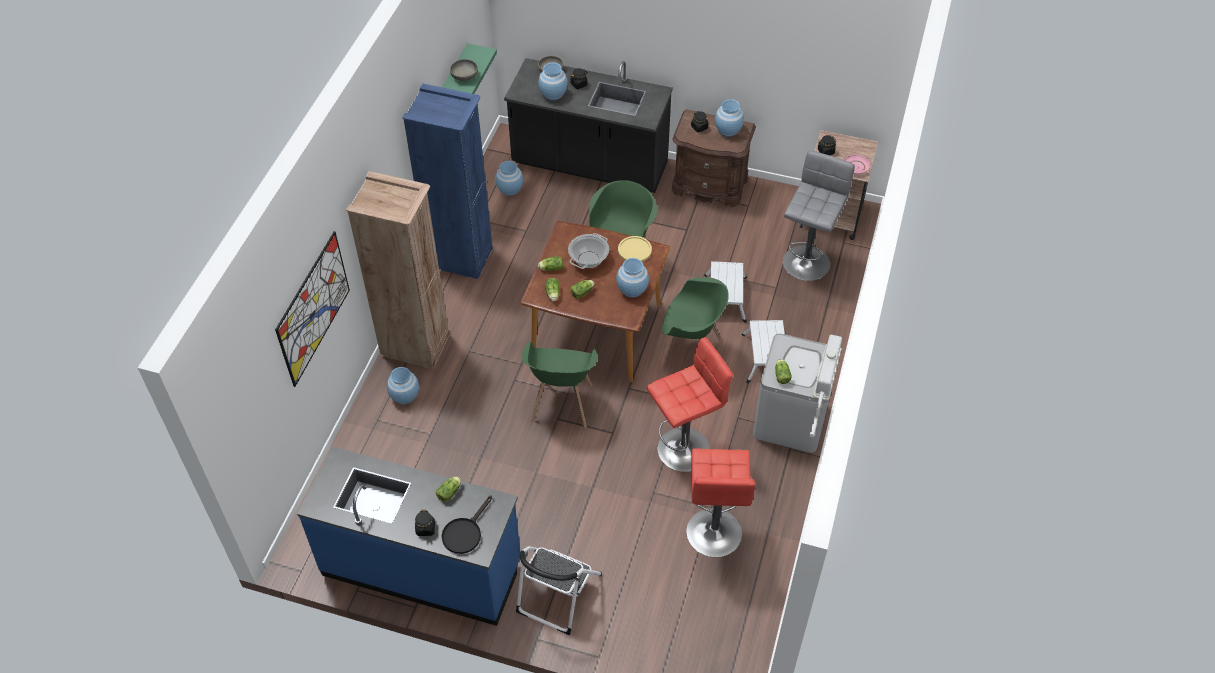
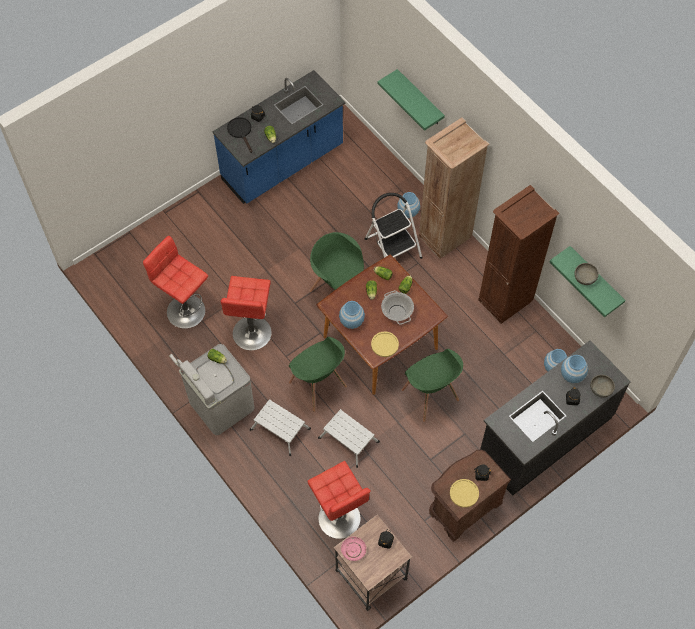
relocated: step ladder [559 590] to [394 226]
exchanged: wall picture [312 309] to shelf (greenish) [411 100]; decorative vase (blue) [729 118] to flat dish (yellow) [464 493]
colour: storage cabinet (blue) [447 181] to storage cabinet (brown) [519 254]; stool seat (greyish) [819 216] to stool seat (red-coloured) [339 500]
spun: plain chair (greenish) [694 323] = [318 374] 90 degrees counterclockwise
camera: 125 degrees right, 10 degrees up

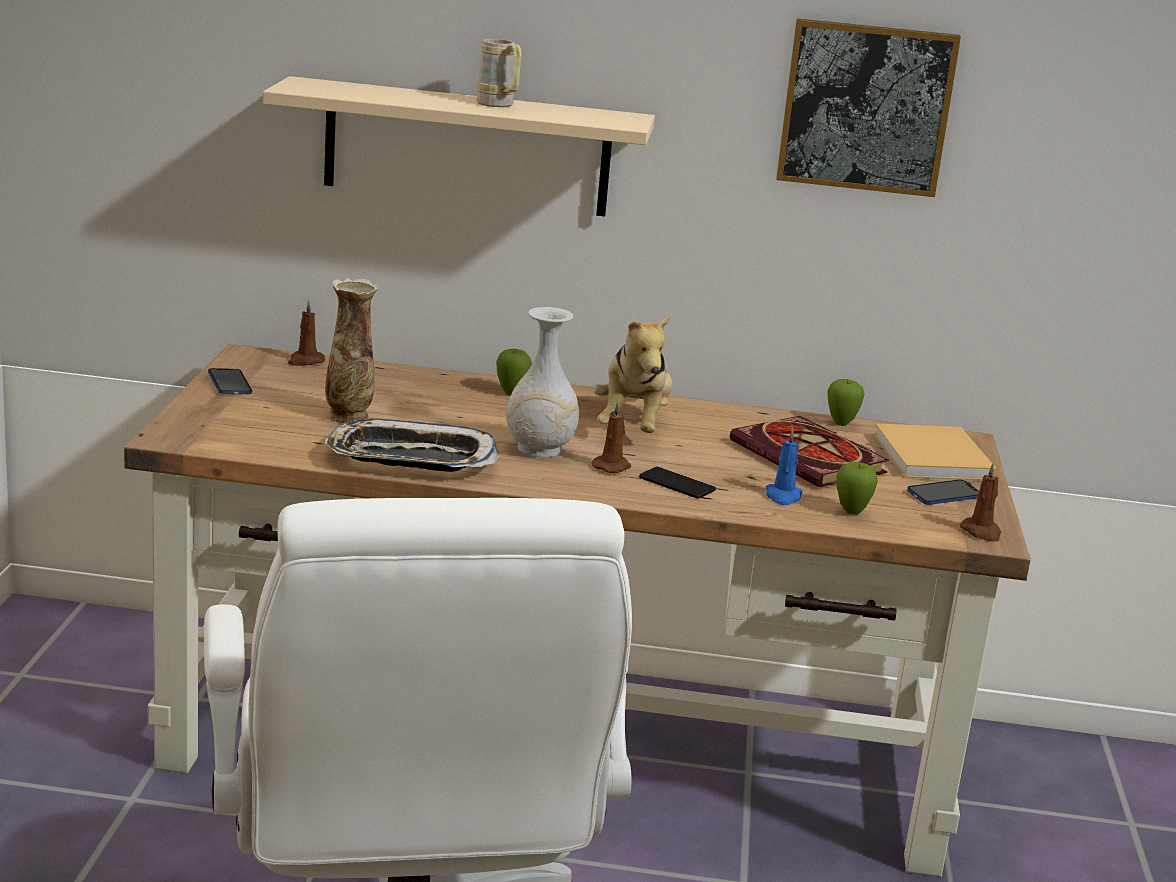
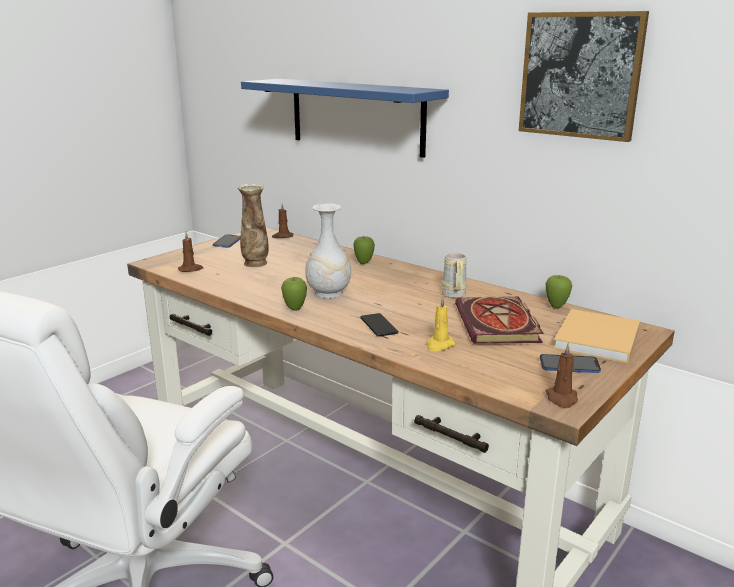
missing: carrying tray [412 445]; soft toy [633 373]
relocated: coffee mug (beige) [499 73] to [454 275]; candle (brown) [611 436] to [191 251]; whole apple [857 488] to [294 294]
colour: shelf (beige) [459 146] to shelf (blue) [345 118]; candle (blue) [784 466] to candle (yellow) [441 323]
camera: 35 degrees right, 0 degrees up

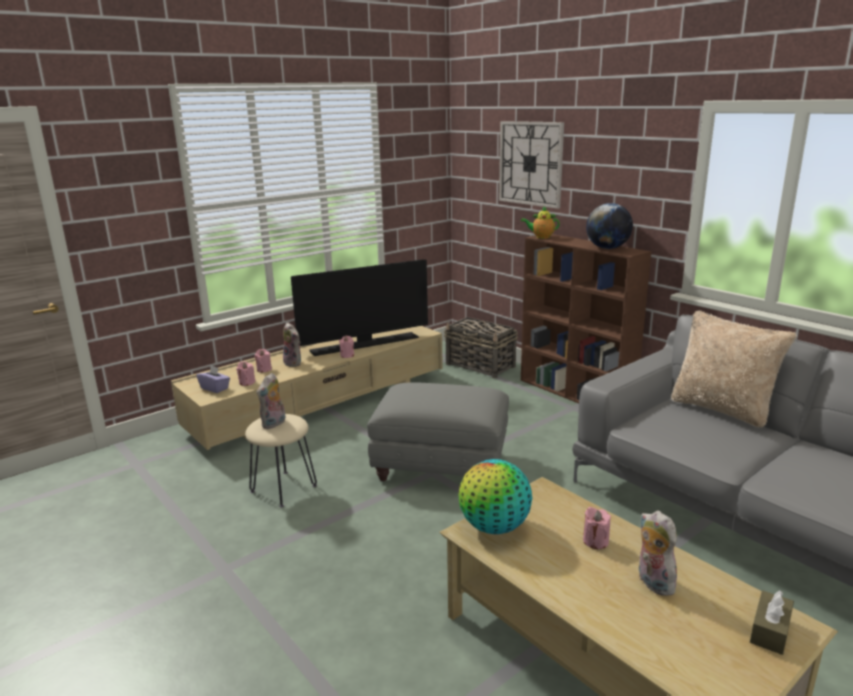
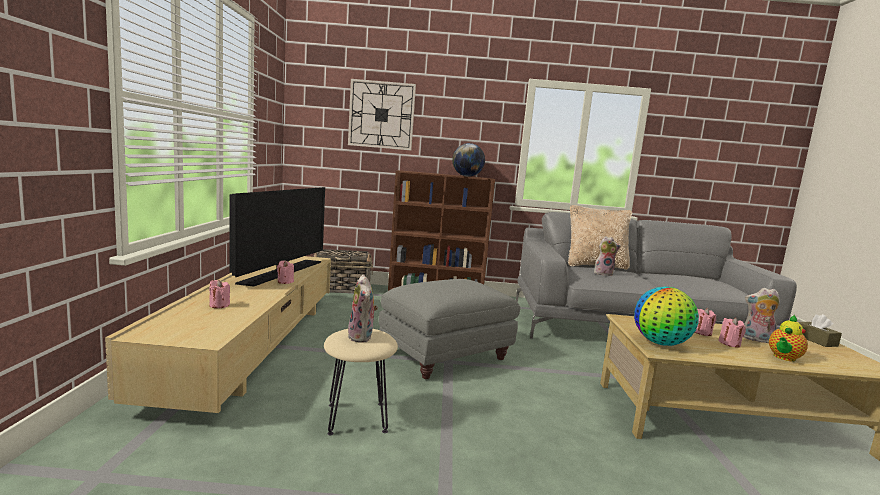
missing: box of tissues (purplish) [213 379]
relocated: candle (pinkish) [246 373] to [732 333]; soft toy [292 344] to [607 256]; teapot [540 222] to [788 338]
camera: 50 degrees left, 10 degrees down

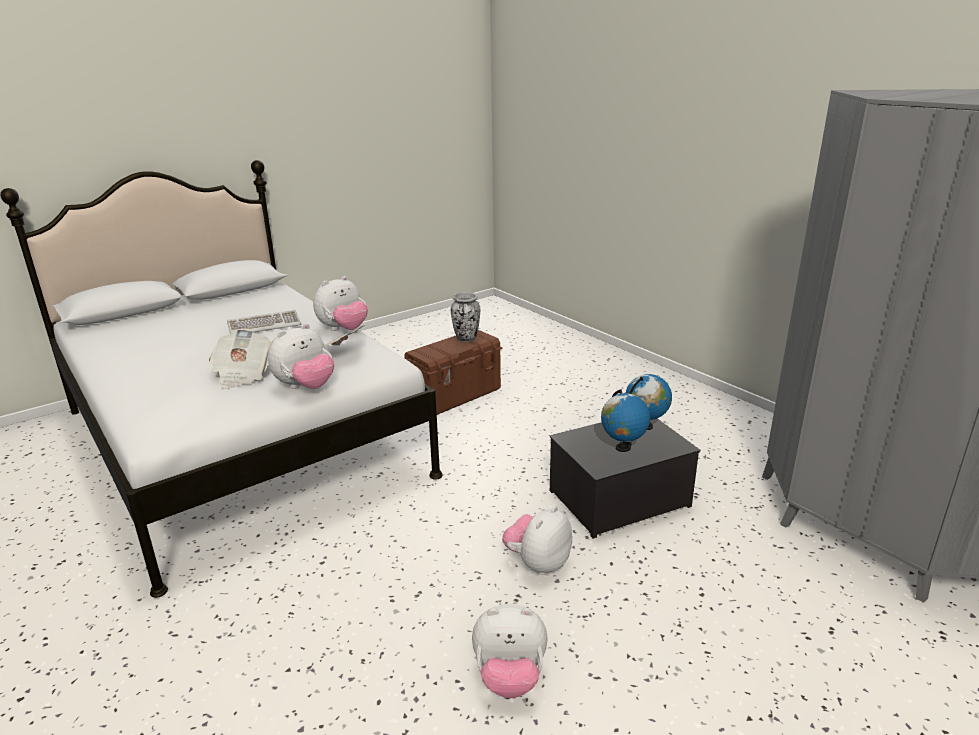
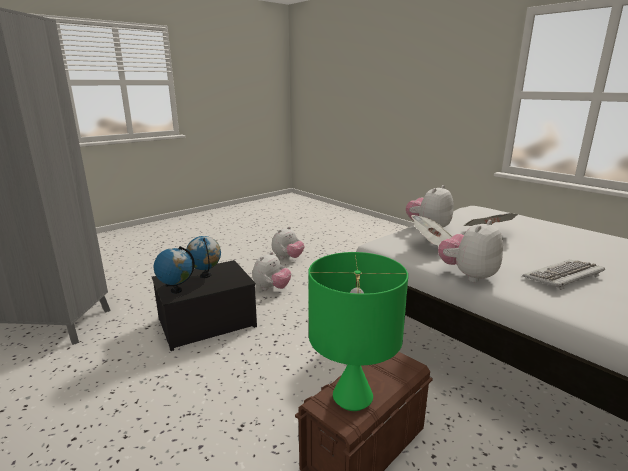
exchanged: decorative vase [465 317] to table lamp (greenish) [358 331]
spun: soft toy [510 651] = [288 243] 135 degrees clockwise
camera: 175 degrees right, 5 degrees down

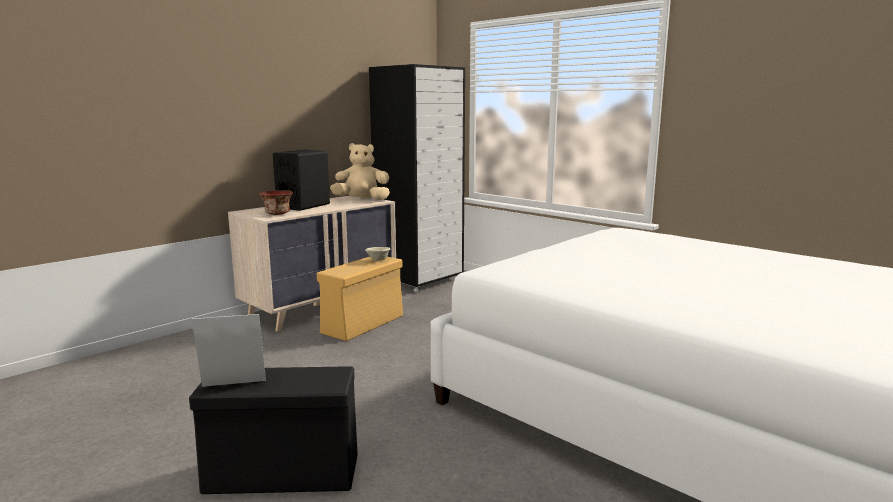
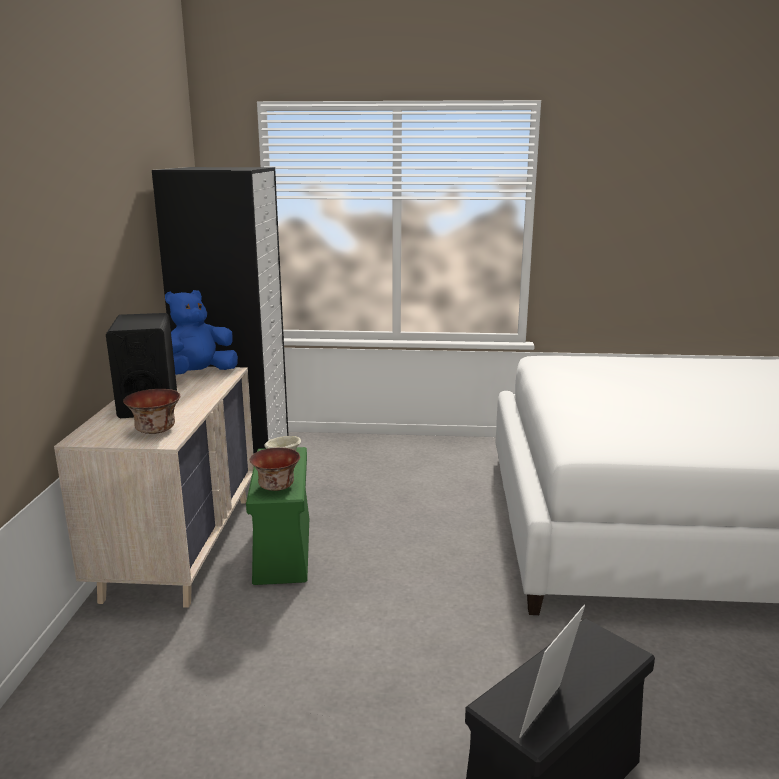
appeared: deep dish [275 469]
colour: storage container (beige) [360 299] to storage container (greenish) [277 516]; soft toy (beige) [360 171] to soft toy (blue) [201 332]
camera: 40 degrees left, 5 degrees up

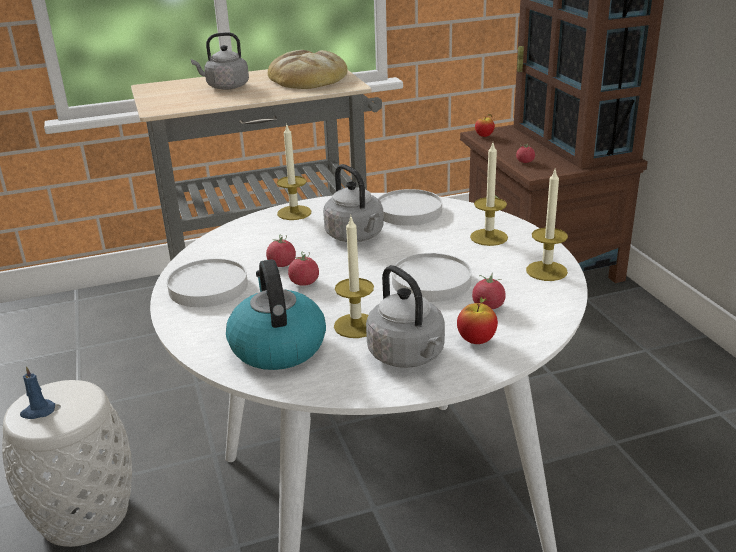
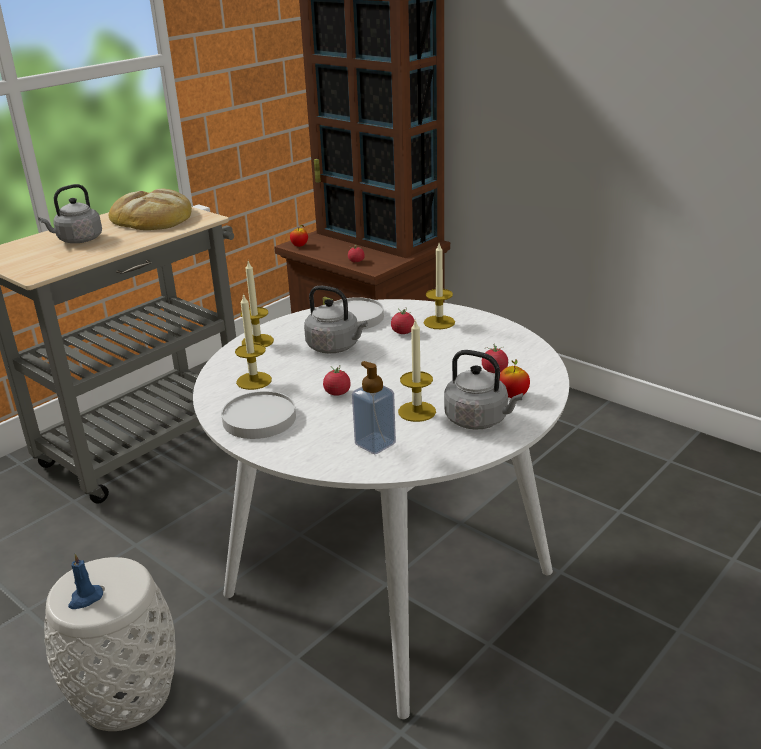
missing: flat dish (white-coloured) [432 277]
relocated: fresh tomato [281 250] to [403 321]; candle [547 225] to [253 341]
exchanged: tea kettle [276 315] to soap bottle [374 407]
camera: 30 degrees left, 0 degrees up

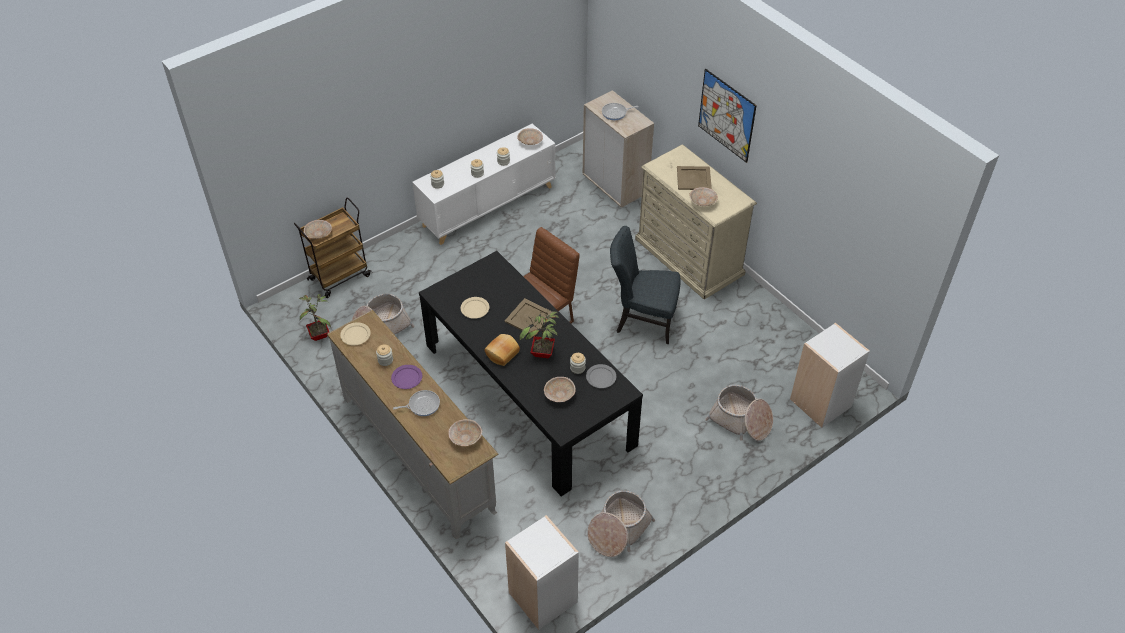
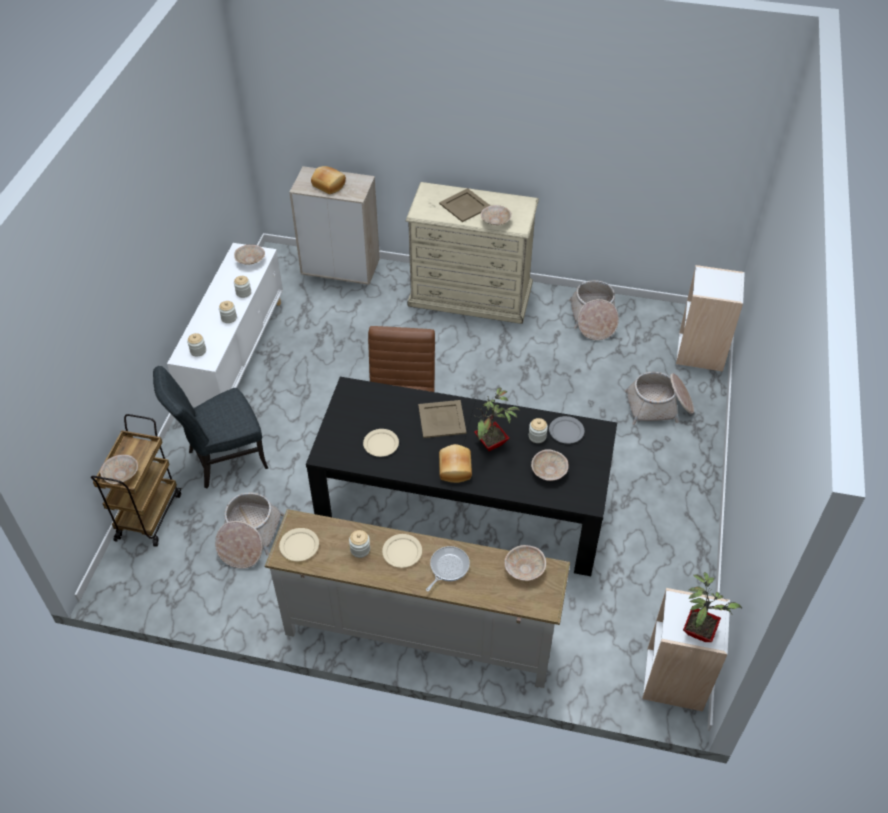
missing: wall picture [727 116]
relocated: potted plant [315 317] to [712 607]; household basket [621 523] to [594 310]; plain chair (greyish) [645 285] to [210 427]
exchanged: pan [620 111] to baked bread [328 180]
colour: flat dish (purplish) [406 377] to flat dish (beige) [402 551]
camera: 40 degrees left, 0 degrees up

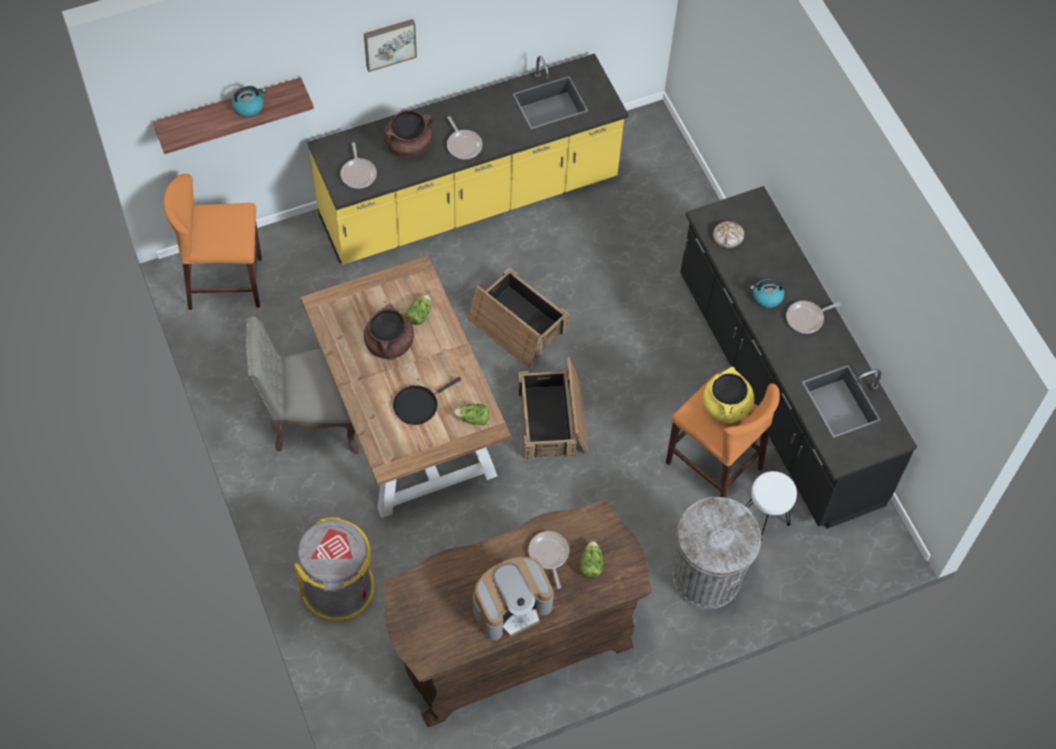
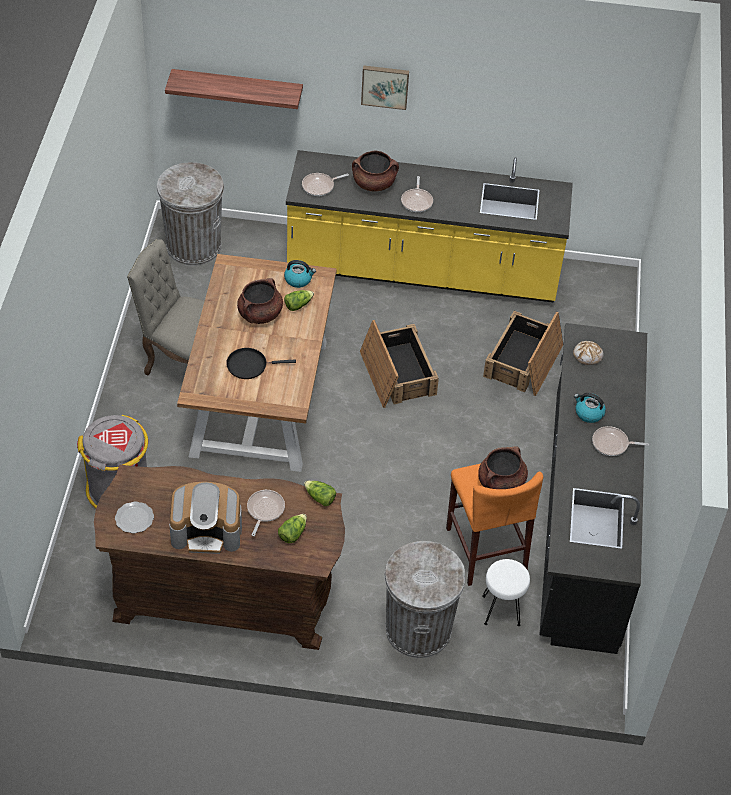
appeared: flat dish [134 517]
relocated: tea kettle [249 101] to [300 274]; head of lettuce [471 414] to [320 493]; crate [553 408] to [523 353]
exchanged: stool seat (orange-coloured) [213 242] to trash can (greyish) [190 213]
colour: stockpot (yellow) [728 395] to stockpot (brown) [503 467]
spun: pan [359 165] = [325 184] 45 degrees clockwise
camera: 30 degrees right, 10 degrees down

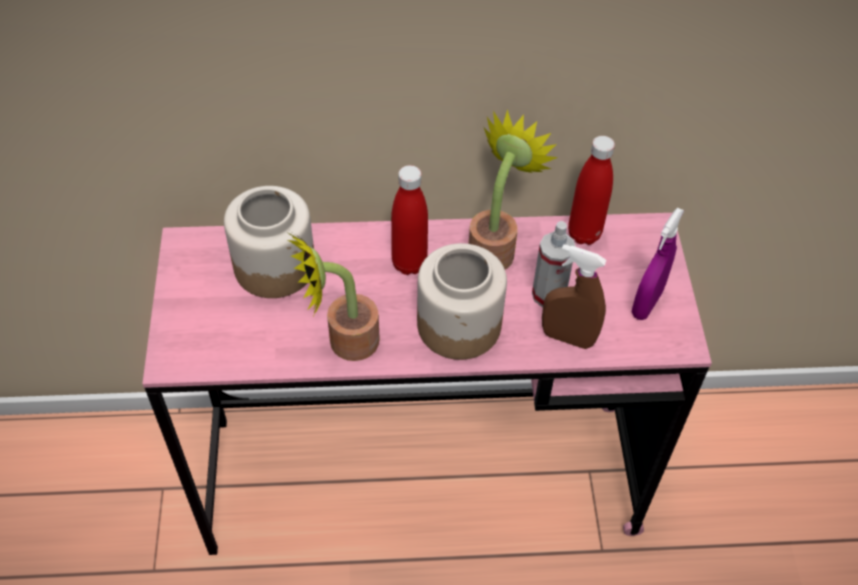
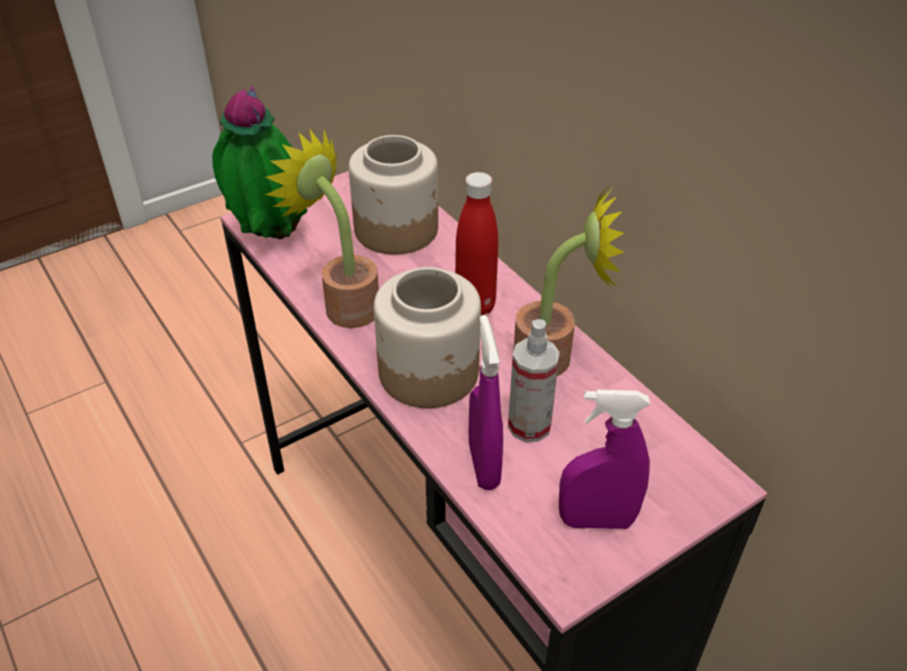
missing: bottle (red-coloured) [591 190]
appeared: potted plant [259 162]
colour: spray bottle (brown) [574 296] to spray bottle (purplish) [486 402]
camera: 60 degrees right, 10 degrees down

